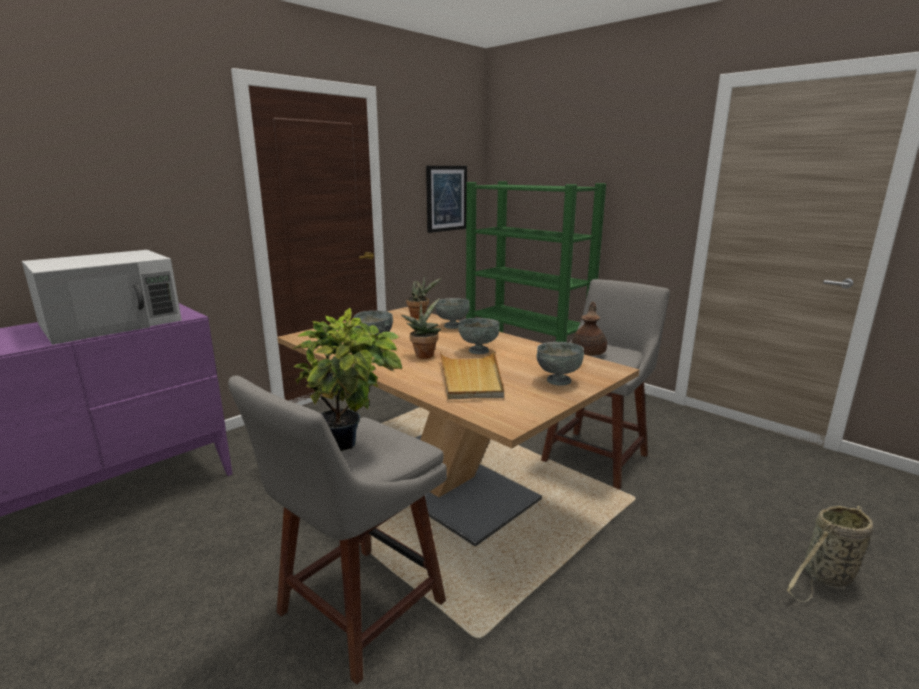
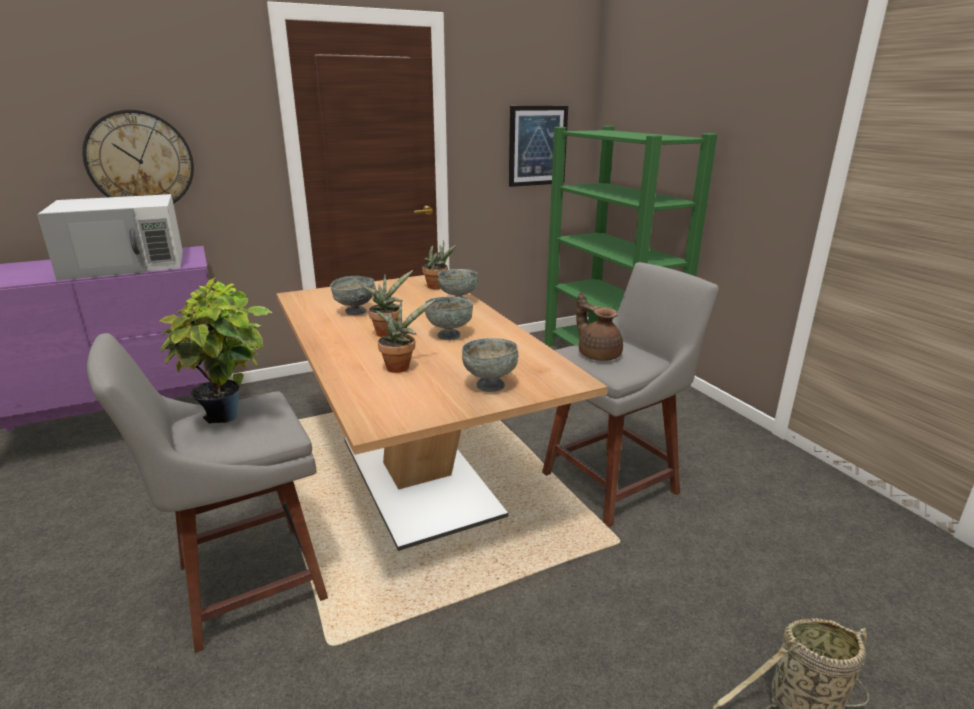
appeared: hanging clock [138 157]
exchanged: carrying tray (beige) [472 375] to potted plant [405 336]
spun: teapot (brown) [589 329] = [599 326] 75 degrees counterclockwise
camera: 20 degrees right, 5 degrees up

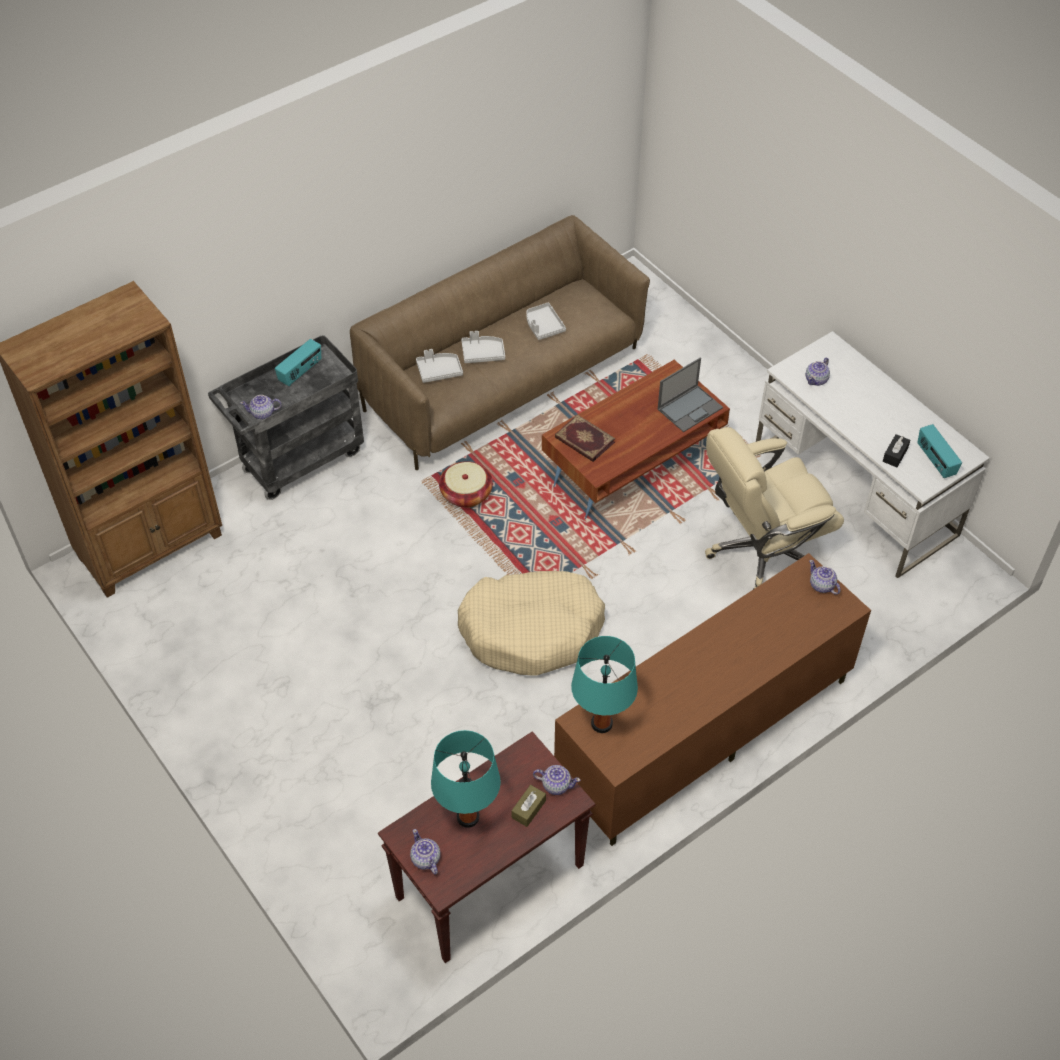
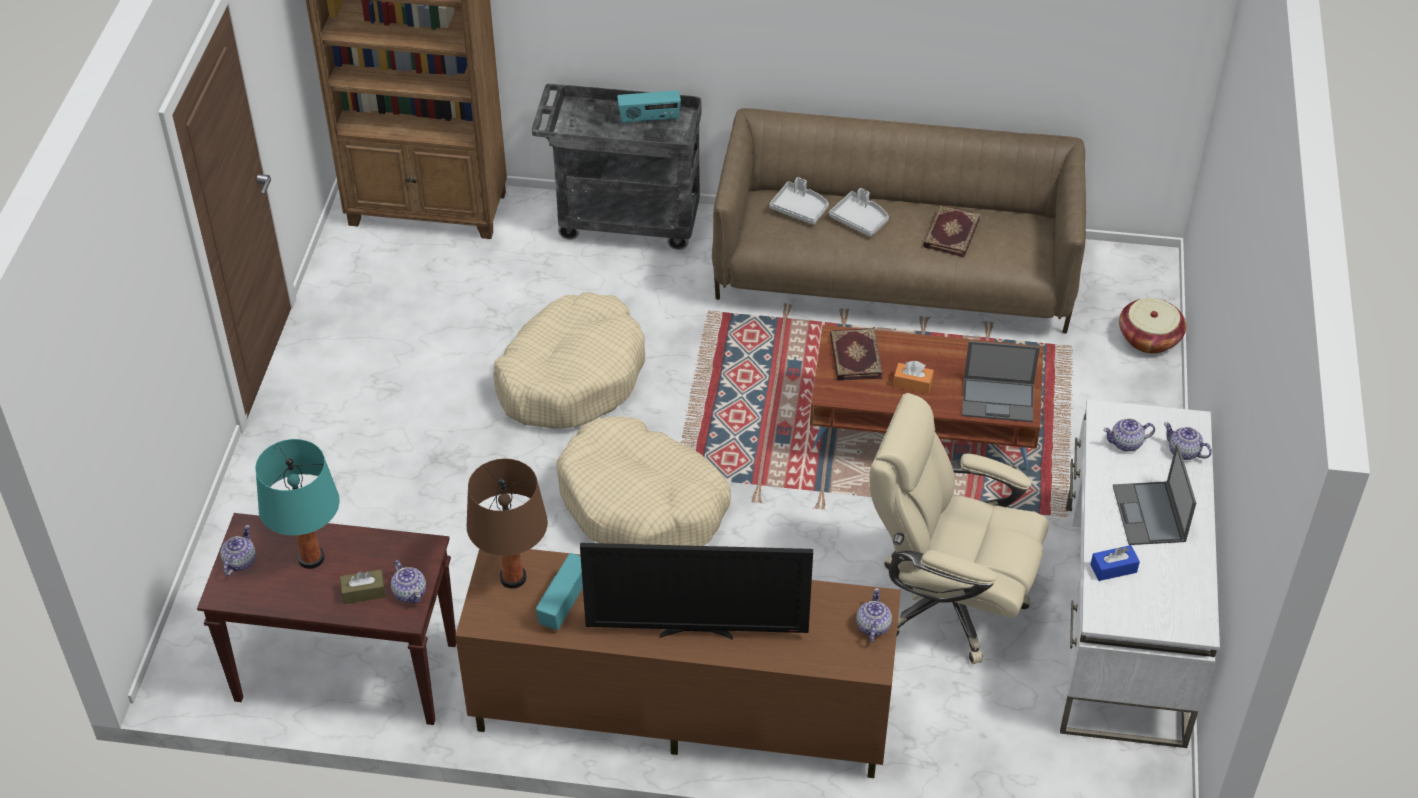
appeared: dog cushion (beige) [569 360]; TV set [696 591]; box of tissues (orange-coloured) [913 377]; notebook computer [1154 494]
relocated: teapot [261 407] to [1188 441]; household basket [466 484] to [1152 326]; radio receiver [939 451] to [559 591]
exchanged: carrying tray (greyish) [546 321] to bound book [951 231]
colour: table lamp (blue-green) [604 684] to table lamp (brown) [507 524]; box of tissues (black-coloured) [896 450] to box of tissues (blue) [1115 563]
camera: 45 degrees right, 5 degrees down

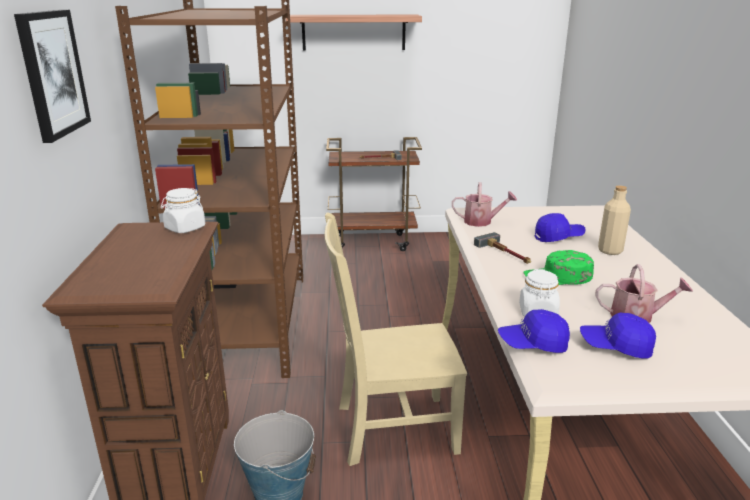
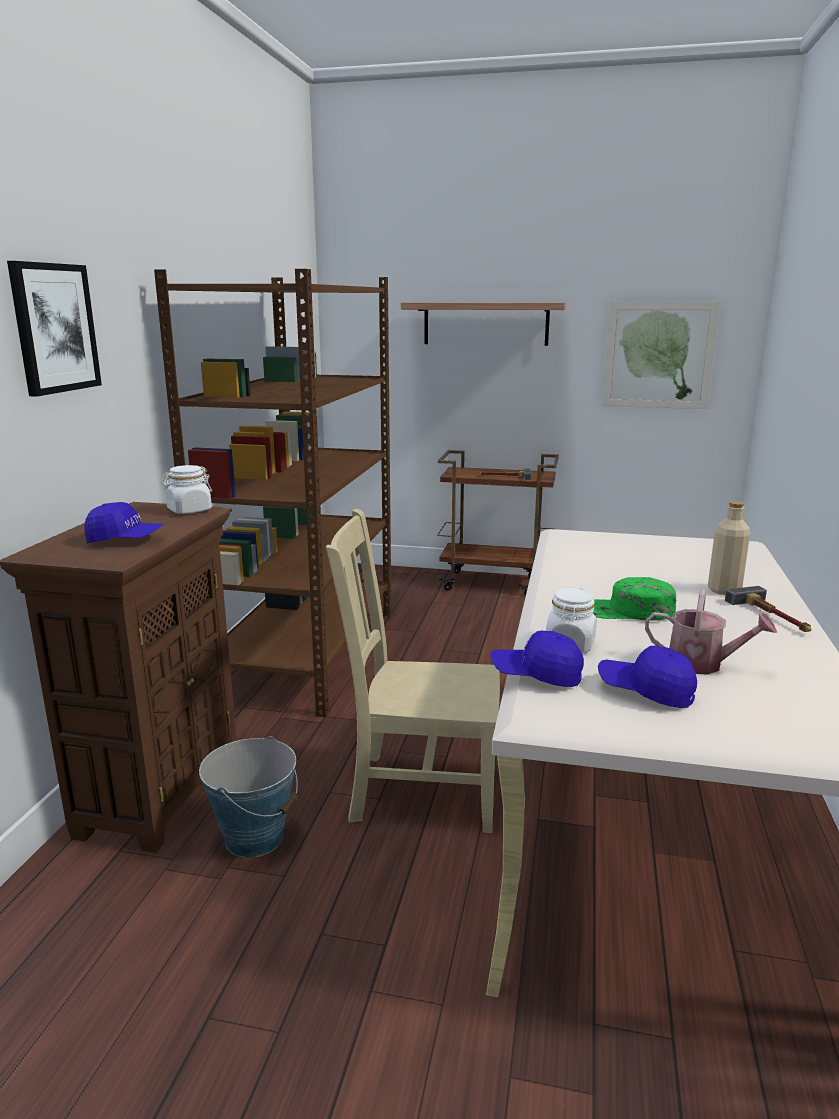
missing: watering pot [484 204]
appeared: wall picture [661 355]
relocated: tool hammer [502 248] to [768 609]; peaked cap (blue) [560 227] to [124 522]
camera: 15 degrees right, 5 degrees down

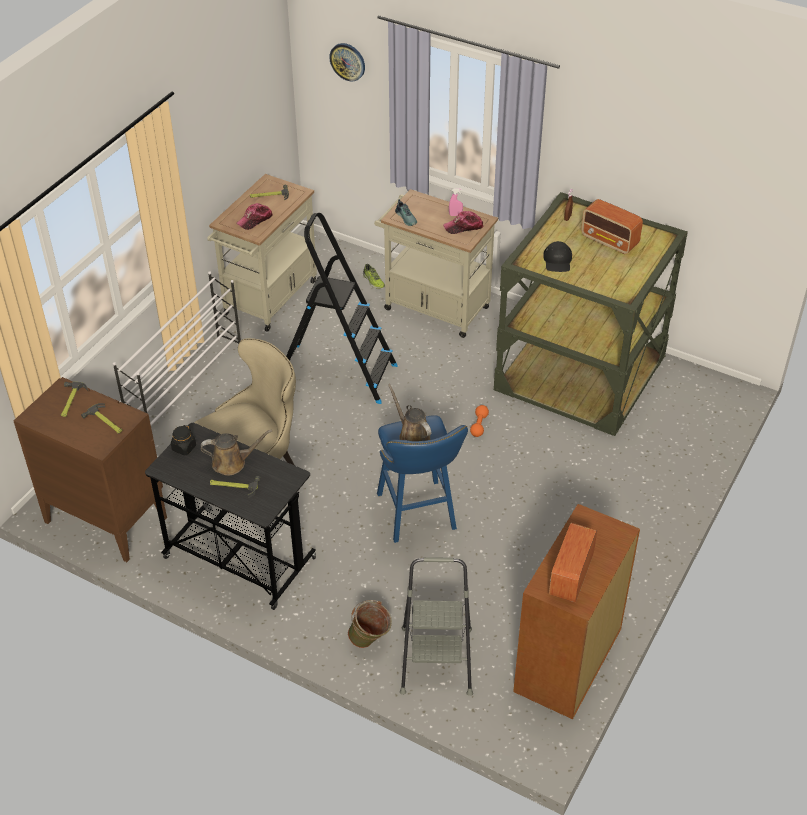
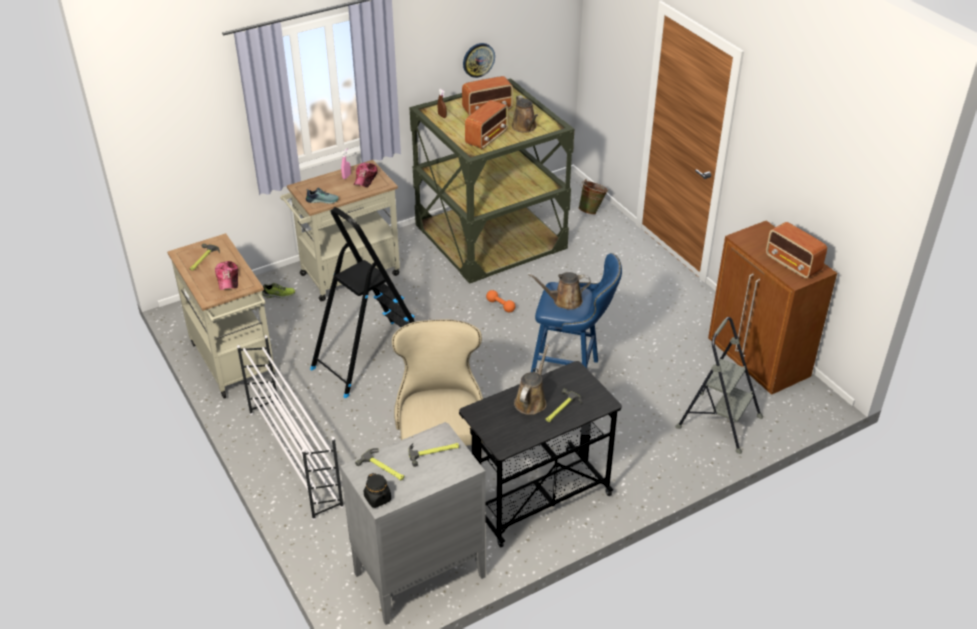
appeared: watering pot (brown) [525 114]
relocated: storage jar (black-coloured) [183 440] to [377 490]; hanging clock [347 62] to [479 60]; water bucket (greenish) [370 624] to [593 197]
exchanged: peaked cap (black-coloured) [557 256] to radio receiver [486 124]
colour: dresser (brown) [90 469] to dresser (greyish) [413 523]
camera: 60 degrees left, 5 degrees down

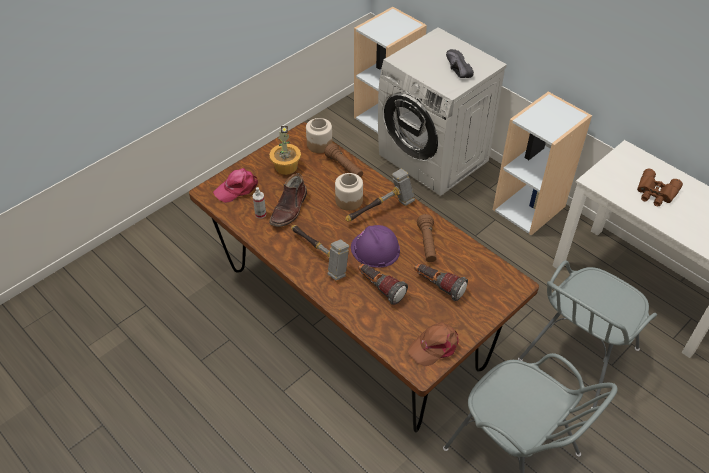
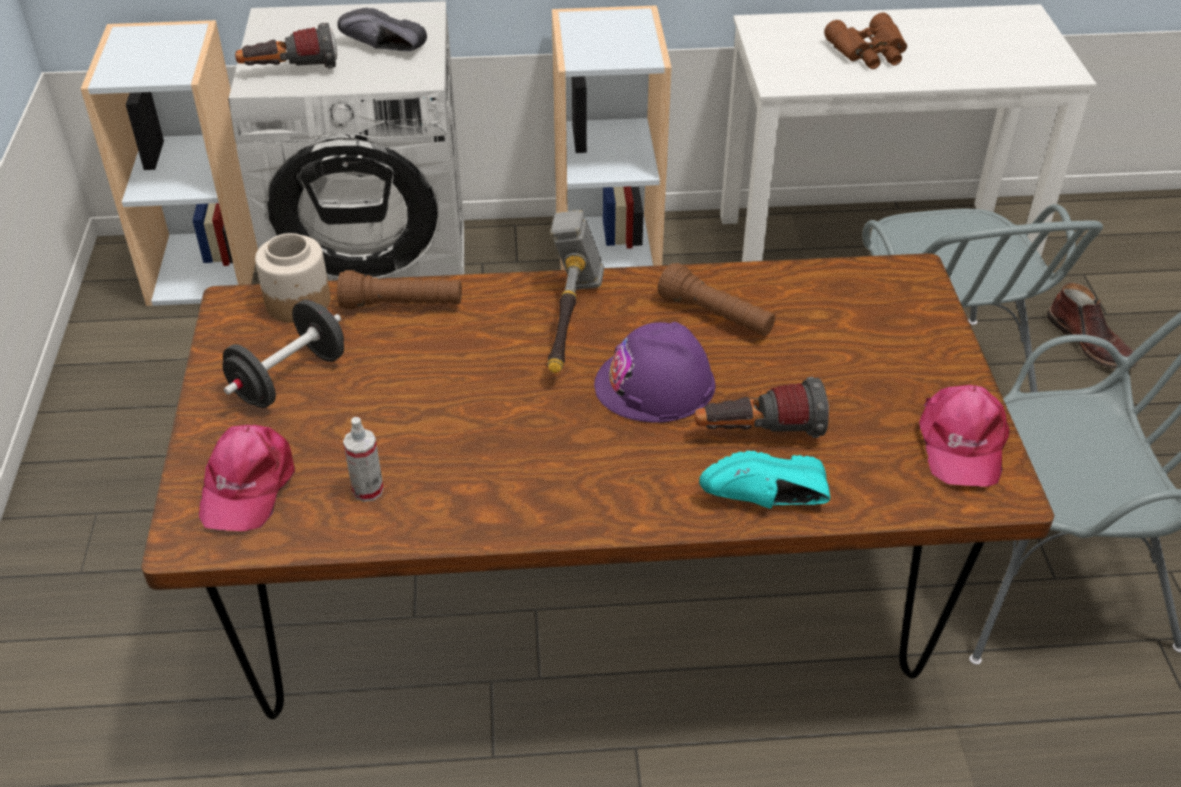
missing: tool hammer [320 252]; storage jar [349 192]
appeared: shoe (blue-green) [764 480]
relocated: tall boot (brown) [288 200] to [1092 326]; hand torch [441 282] to [286 46]
exchanged: potted plant [285 150] to dumbbell (black-coloured) [283 354]
colour: peaked cap (brown) [433 344] to peaked cap (pinkish) [964 436]
camera: 50 degrees left, 5 degrees down

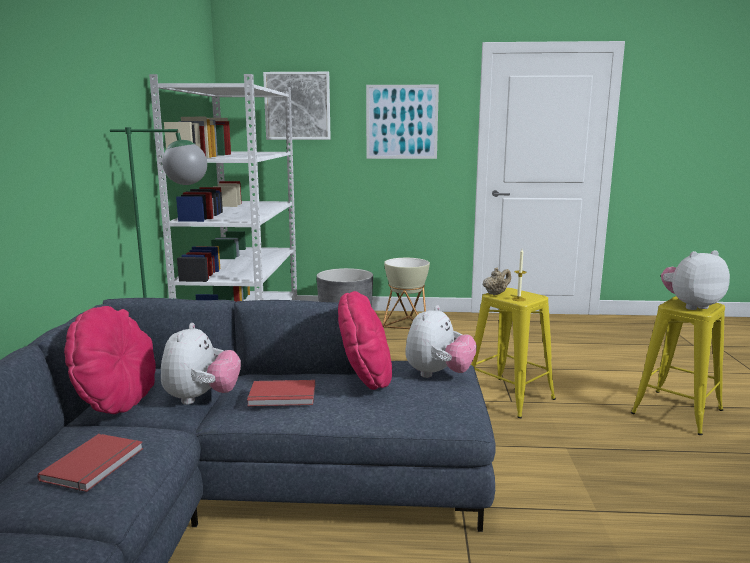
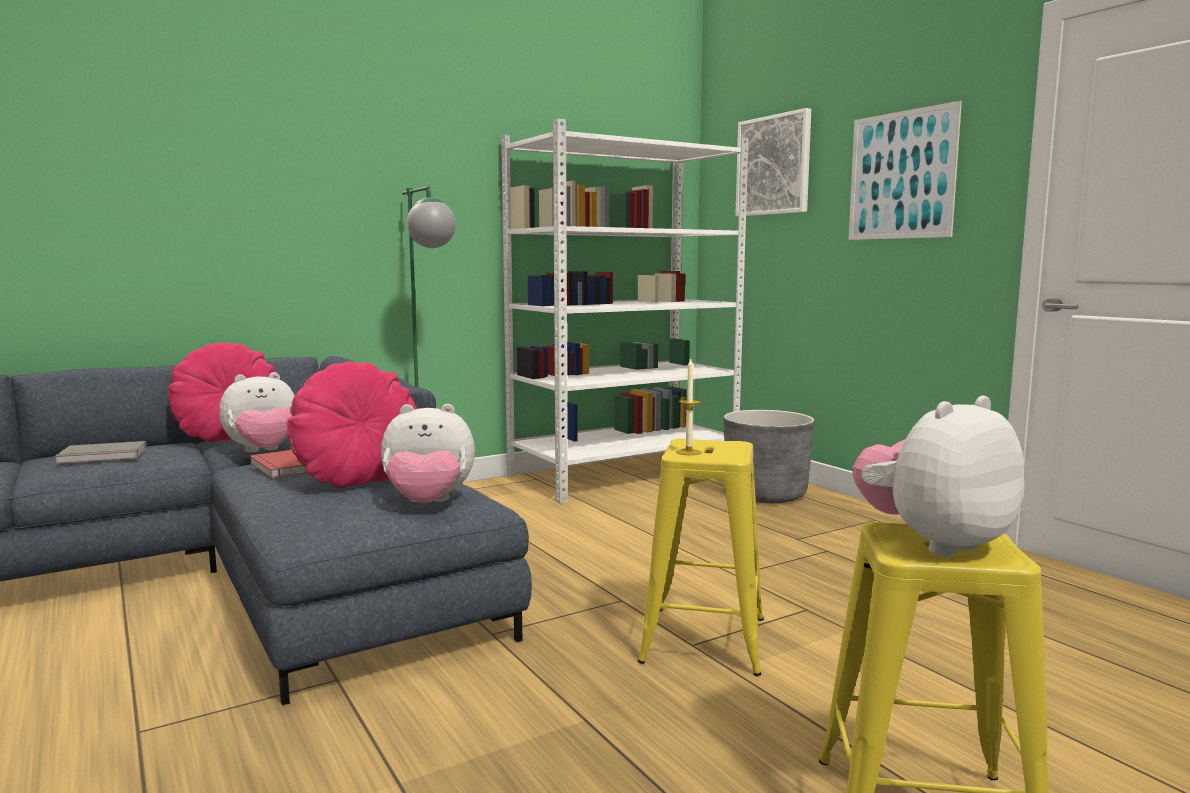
missing: plant pot [406 293]; teapot (beige) [497 281]
colour: bound book (red-coloured) [90 463] to bound book (greyish) [101 452]
spun: soft toy [695 280] = [938 476] 75 degrees counterclockwise
camera: 55 degrees right, 5 degrees down

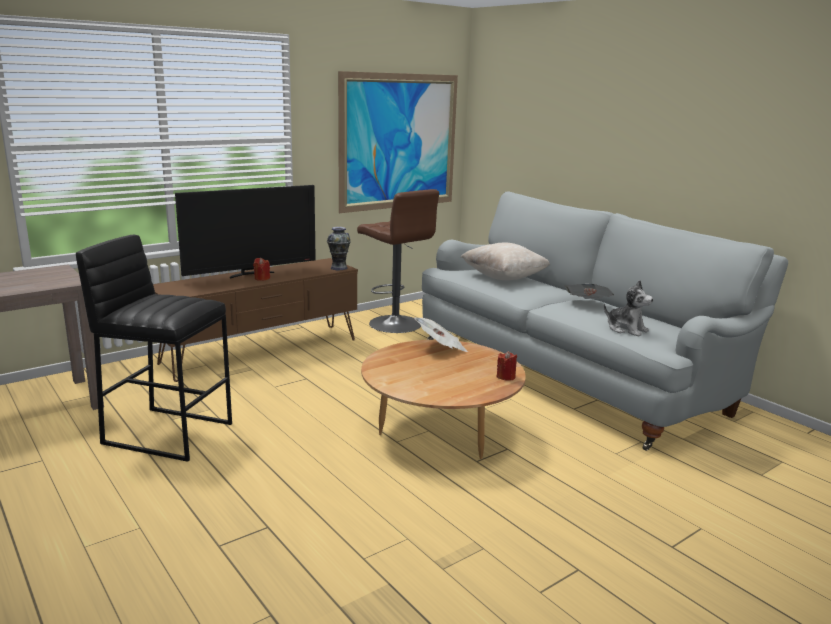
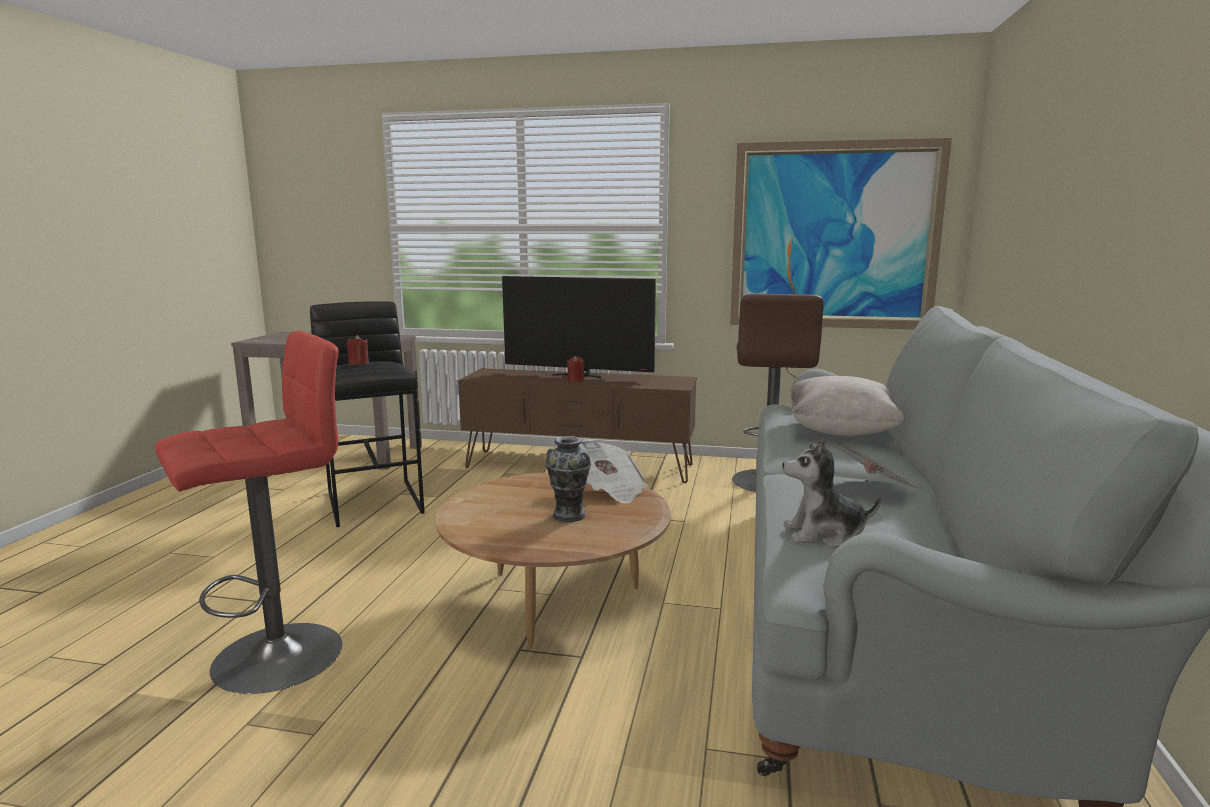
appeared: stool seat (red-coloured) [248 512]
relocated: decorative vase [339 248] to [568 479]; candle (red-coloured) [507 366] to [358 350]
spun: soft toy [628 308] = [831 493] 90 degrees clockwise
camera: 50 degrees right, 5 degrees down

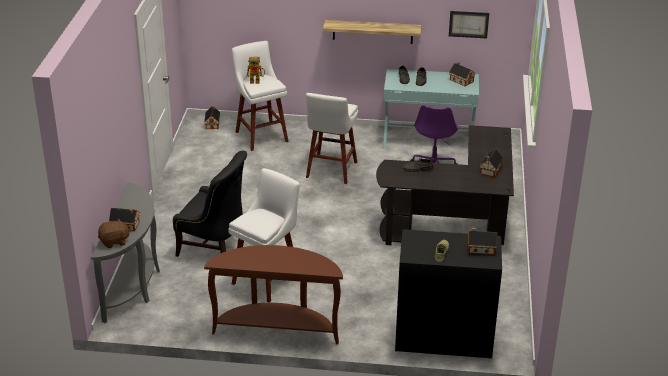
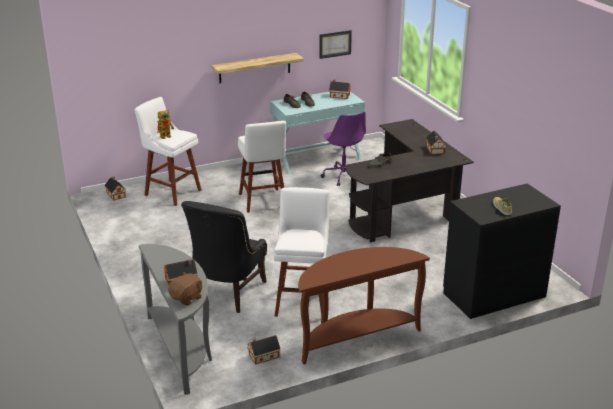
relocated: toy house [482 241] to [263 350]
spun: plain chair (black-coloured) [210 204] = [224 257] 120 degrees clockwise
camera: 30 degrees left, 5 degrees down

